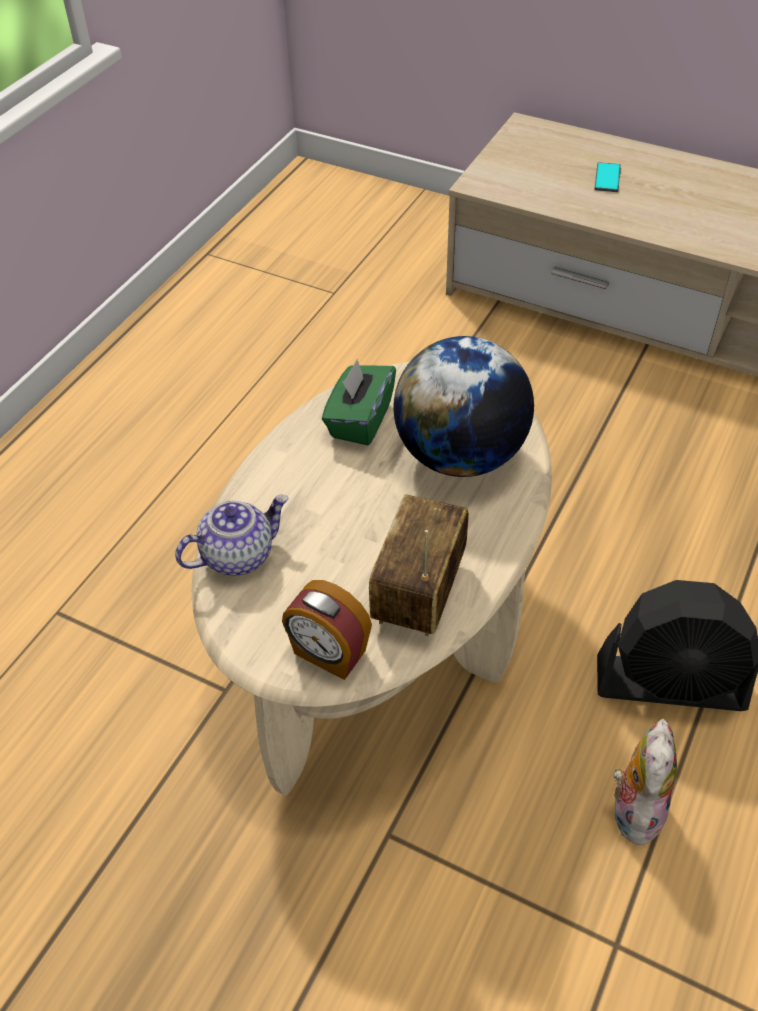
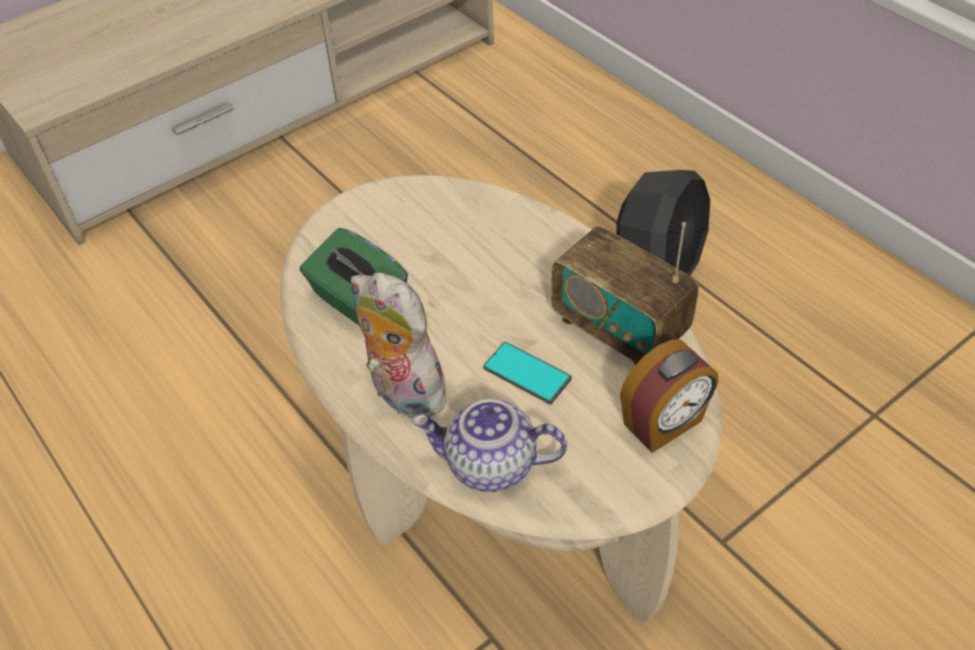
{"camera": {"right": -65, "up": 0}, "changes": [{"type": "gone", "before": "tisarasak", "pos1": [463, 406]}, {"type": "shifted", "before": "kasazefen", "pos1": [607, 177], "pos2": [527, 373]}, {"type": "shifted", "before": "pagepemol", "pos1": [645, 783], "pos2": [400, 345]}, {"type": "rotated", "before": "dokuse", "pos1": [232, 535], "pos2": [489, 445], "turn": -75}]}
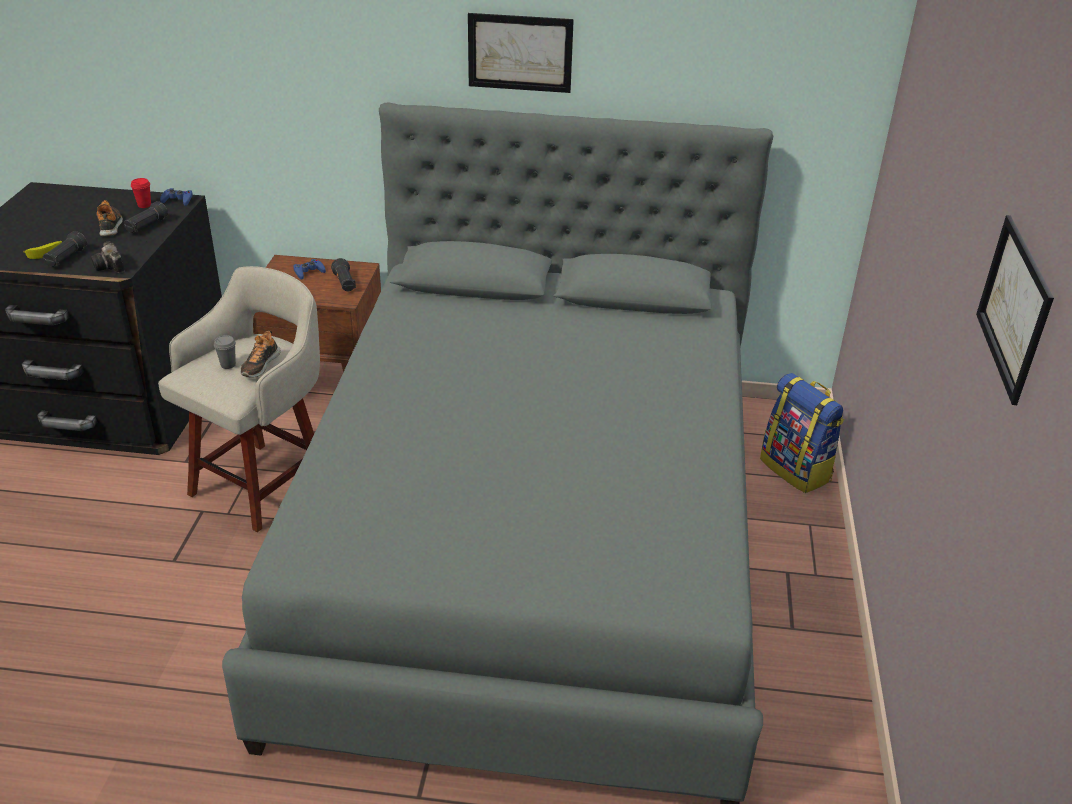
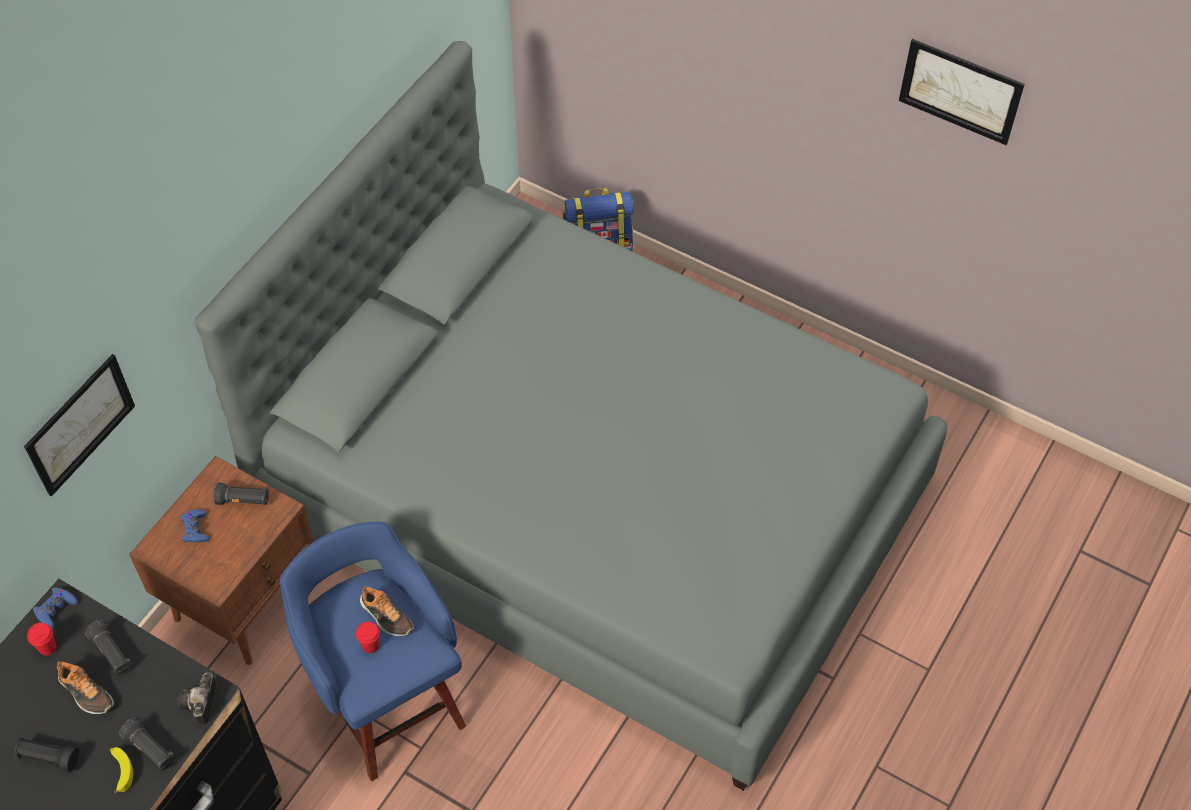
{"camera": {"right": -65, "up": 20}, "changes": [{"type": "new", "after": "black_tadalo", "pos2": [46, 755]}, {"type": "shifted", "before": "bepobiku", "pos1": [521, 53], "pos2": [79, 425]}, {"type": "repainted", "before": "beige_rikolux", "after": "blue_rikolux", "pos1": [239, 399], "pos2": [373, 651]}, {"type": "repainted", "before": "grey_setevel", "after": "red_setevel", "pos1": [225, 352], "pos2": [368, 637]}, {"type": "rotated", "before": "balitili", "pos1": [108, 257], "pos2": [197, 698], "turn": 105}, {"type": "rotated", "before": "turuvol", "pos1": [109, 218], "pos2": [85, 687], "turn": -150}]}
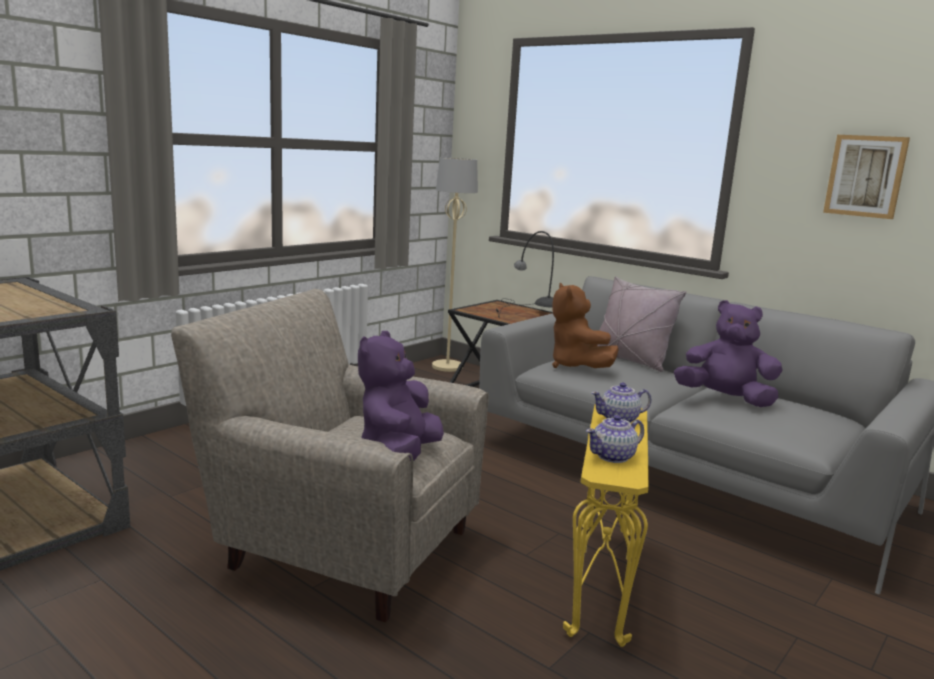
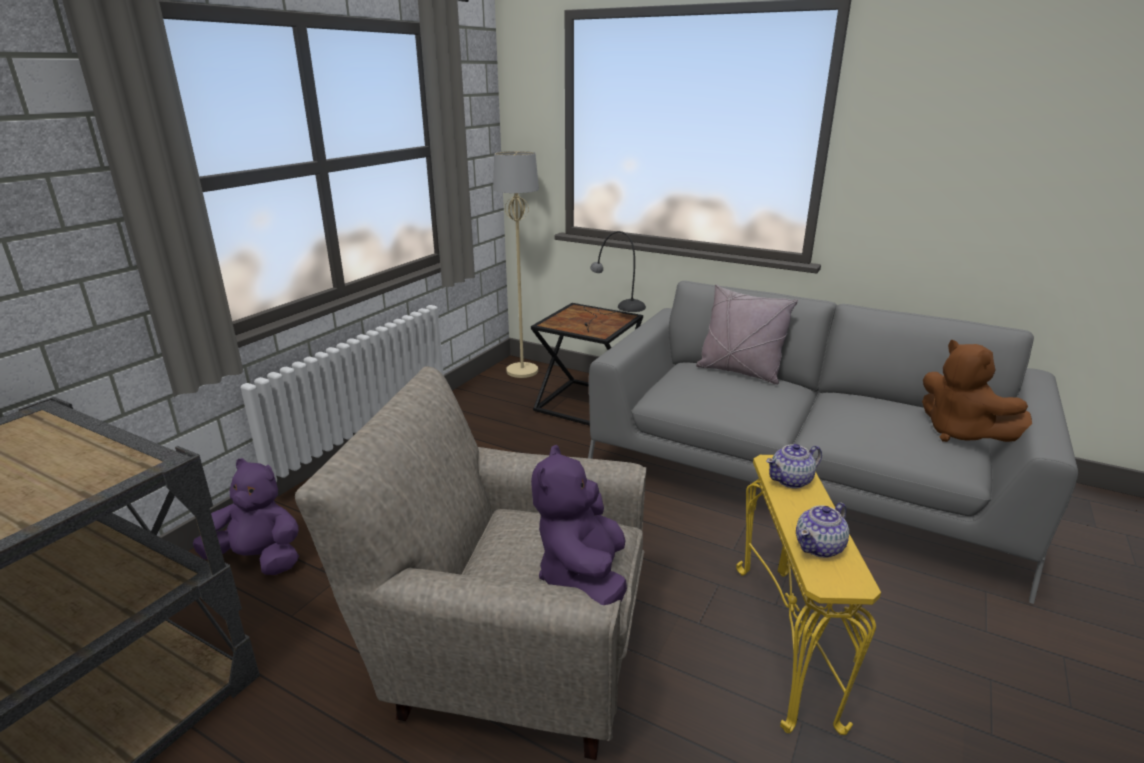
{"camera": {"right": -10, "up": 10}, "changes": [{"type": "gone", "before": "bepobiku", "pos1": [866, 177]}, {"type": "shifted", "before": "brown_pagepemol", "pos1": [585, 325], "pos2": [977, 391]}, {"type": "shifted", "before": "purple_pagepemol", "pos1": [728, 353], "pos2": [246, 516]}]}
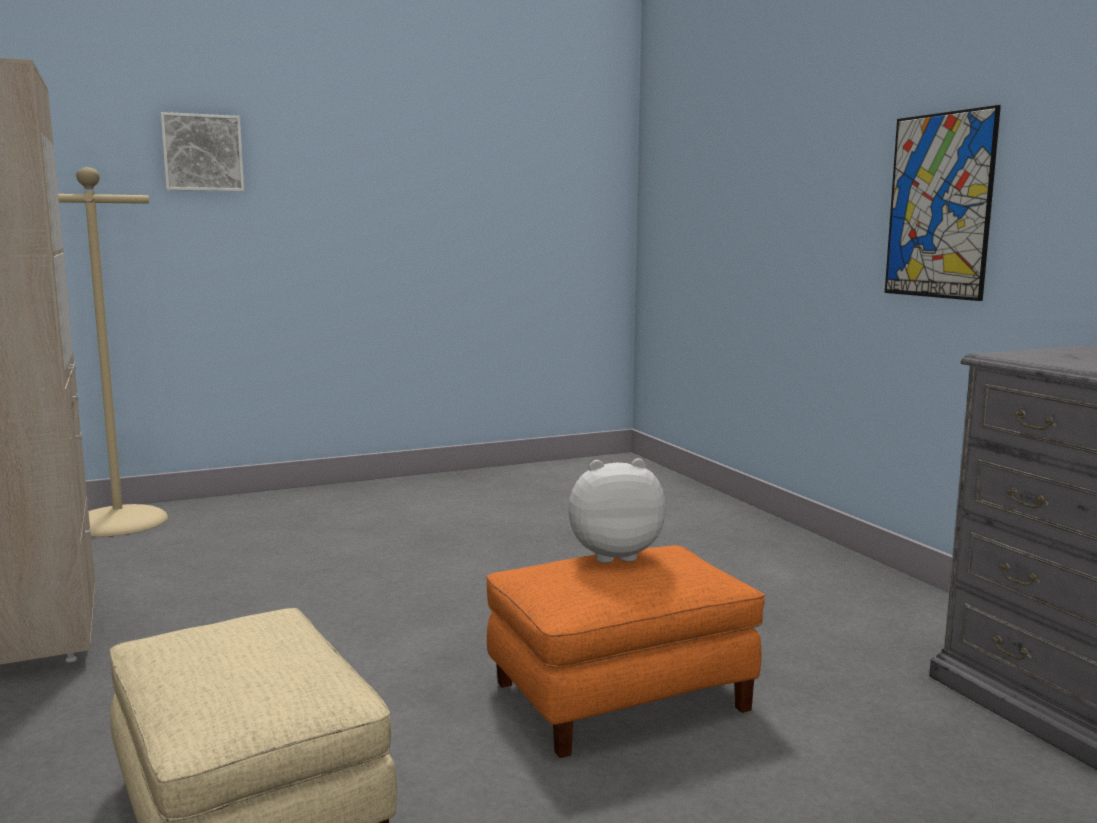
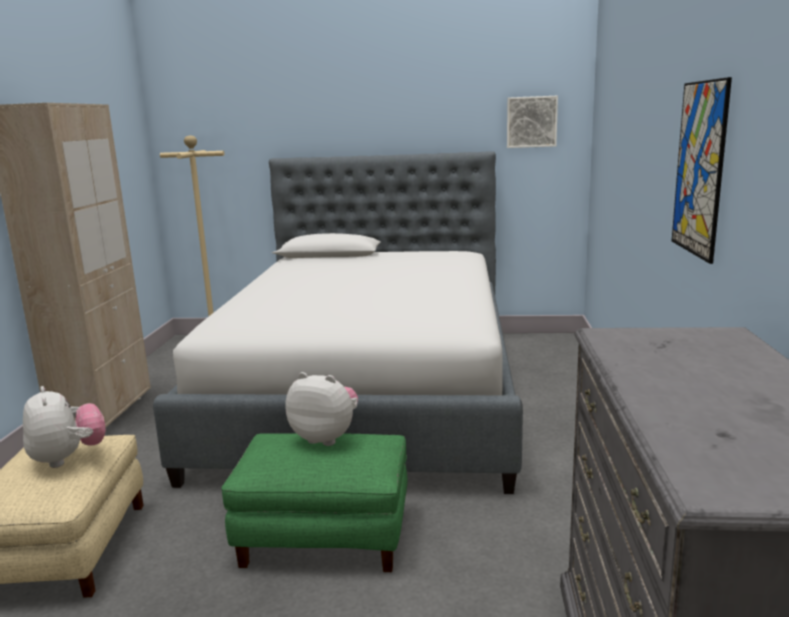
{"camera": {"right": 30, "up": 5}, "changes": [{"type": "new", "after": "pagepemol", "pos2": [64, 427]}, {"type": "new", "after": "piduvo", "pos2": [338, 322]}, {"type": "shifted", "before": "bepobiku", "pos1": [202, 151], "pos2": [532, 122]}, {"type": "repainted", "before": "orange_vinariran", "after": "green_vinariran", "pos1": [625, 651], "pos2": [314, 502]}]}
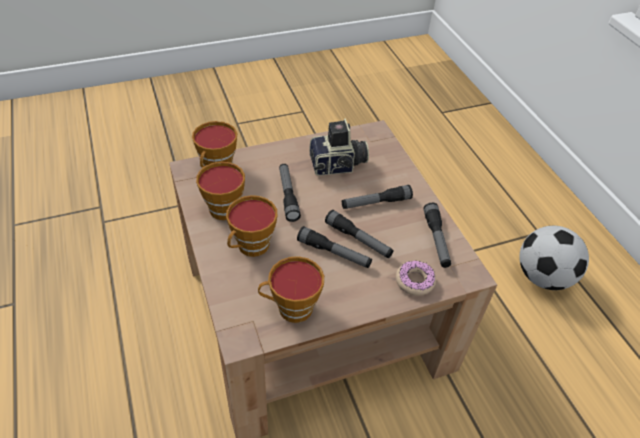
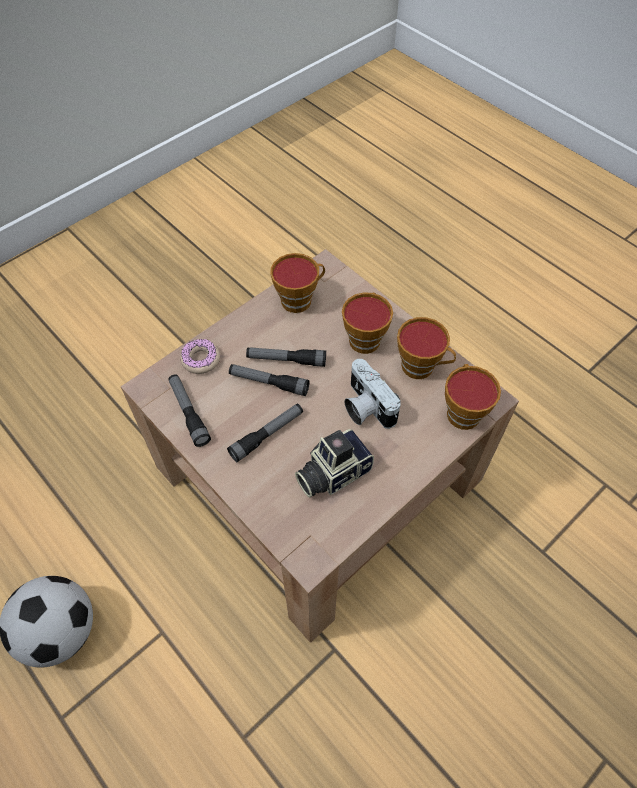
{"camera": {"right": 160, "up": 10}, "changes": [{"type": "swapped", "before": "tadalo", "after": "balitili", "pos1": [290, 193], "pos2": [372, 394]}]}
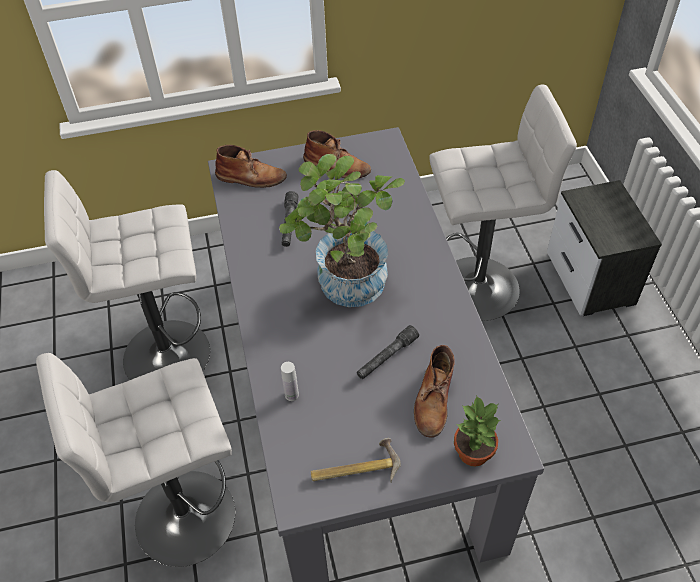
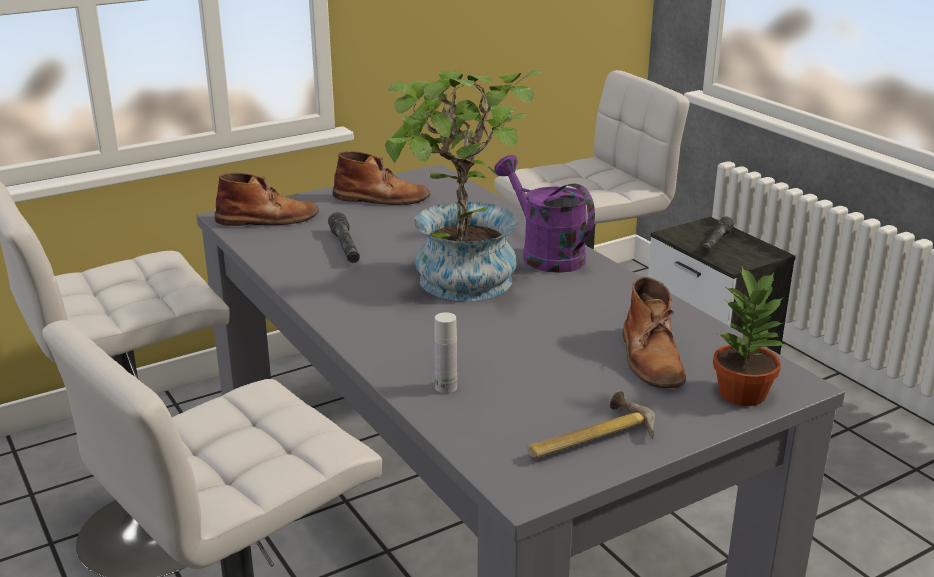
{"camera": {"right": -20, "up": -25}, "changes": [{"type": "new", "after": "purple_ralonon", "pos2": [544, 214]}, {"type": "shifted", "before": "grey_tadalo", "pos1": [388, 352], "pos2": [717, 235]}]}
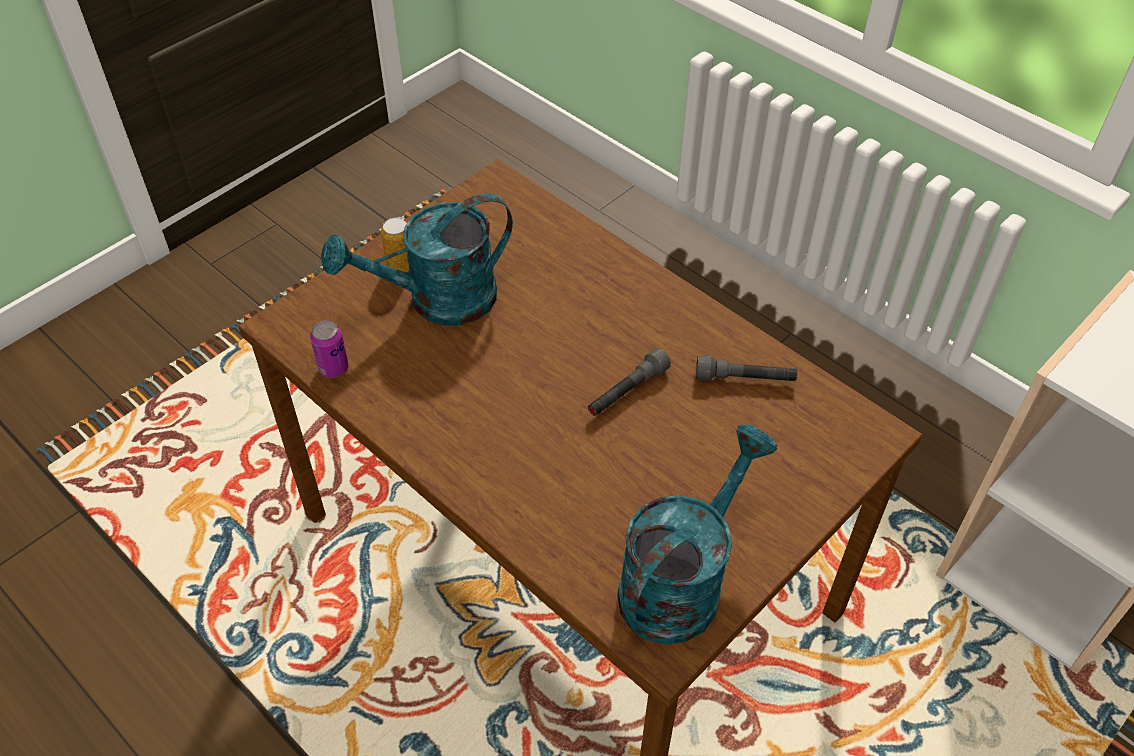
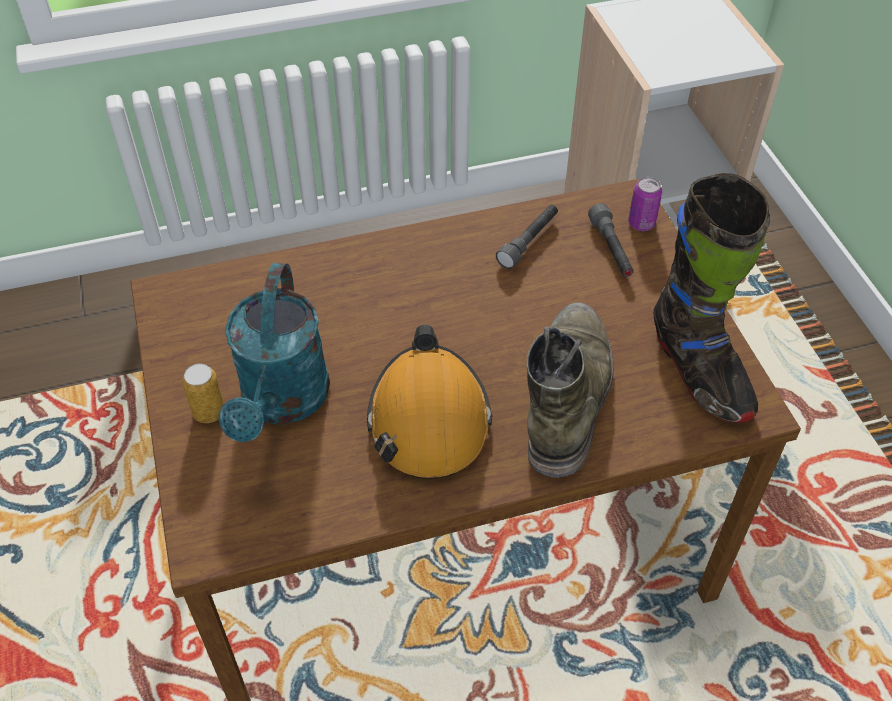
{"camera": {"right": -60, "up": 0}, "changes": [{"type": "new", "after": "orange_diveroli", "pos2": [430, 401]}, {"type": "new", "after": "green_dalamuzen", "pos2": [570, 390]}, {"type": "shifted", "before": "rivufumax", "pos1": [329, 349], "pos2": [645, 204]}, {"type": "shifted", "before": "grey_tadalo", "pos1": [629, 382], "pos2": [611, 240]}, {"type": "swapped", "before": "turquoise_ralonon", "after": "black_dalamuzen", "pos1": [697, 534], "pos2": [711, 298]}]}
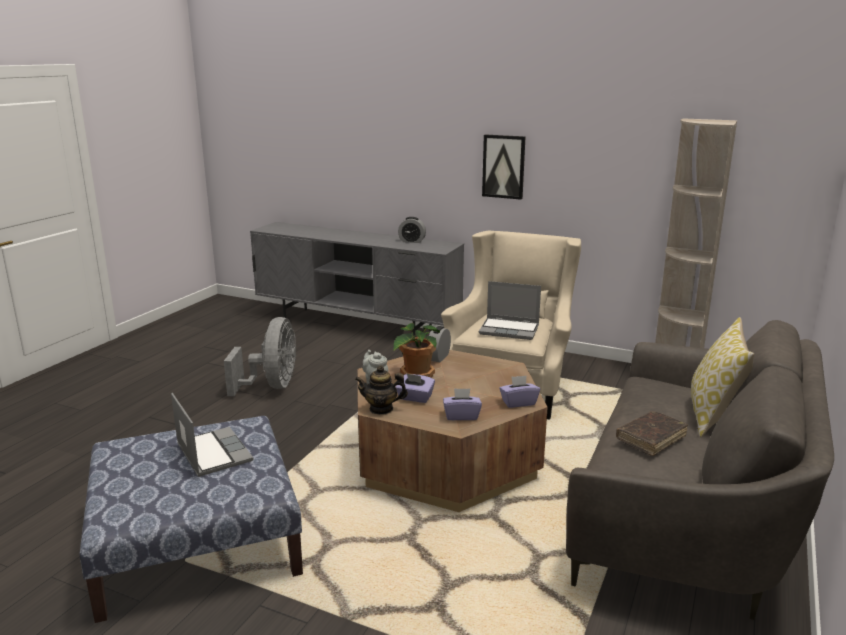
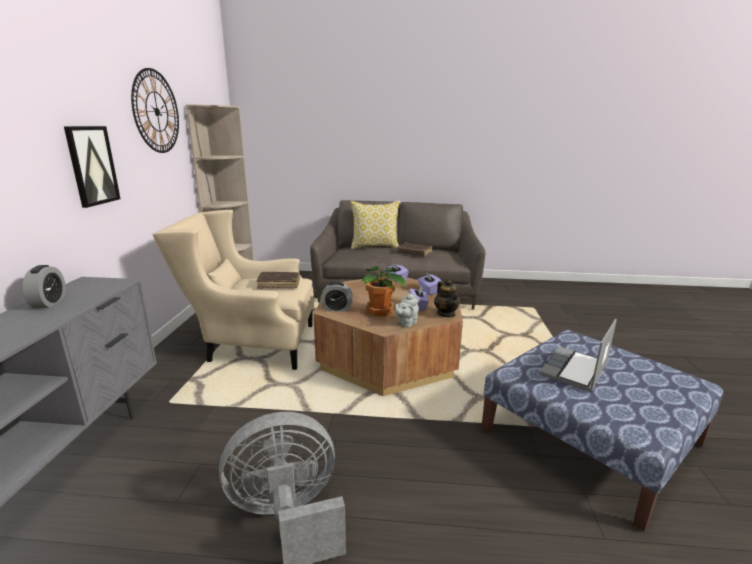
{"camera": {"right": -110, "up": 0}, "changes": [{"type": "new", "after": "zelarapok", "pos2": [155, 110]}, {"type": "swapped", "before": "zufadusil", "after": "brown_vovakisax", "pos1": [510, 310], "pos2": [278, 280]}]}
